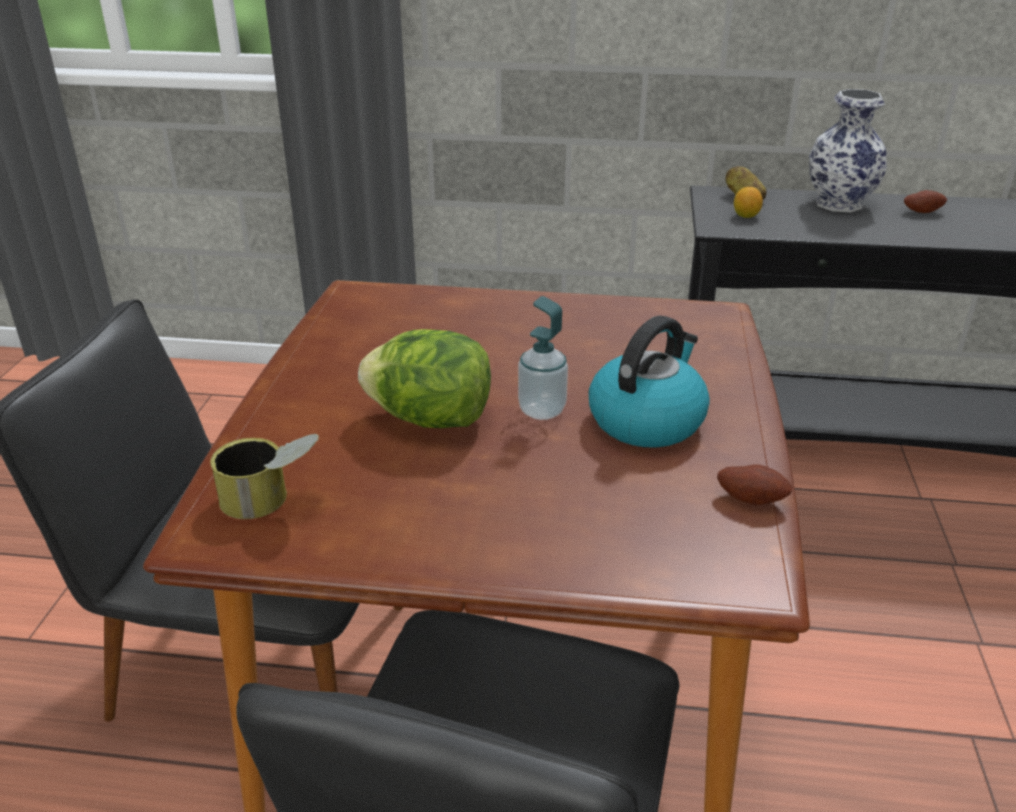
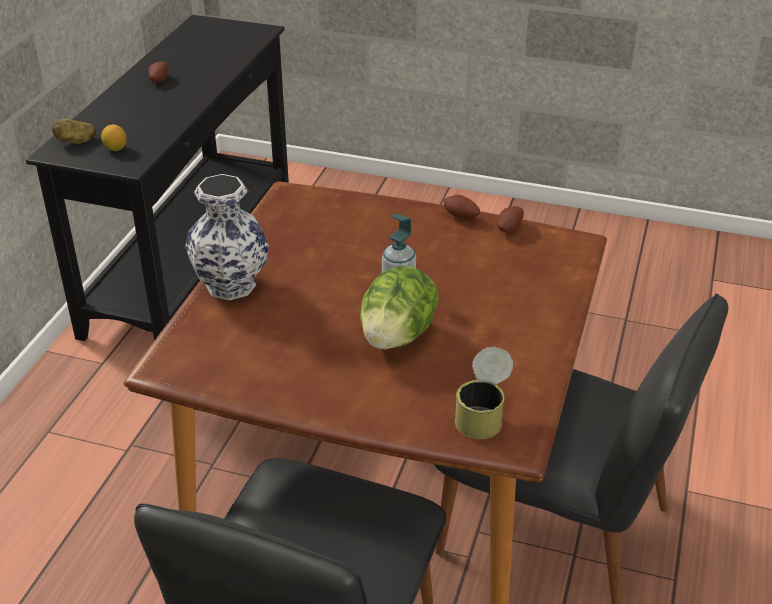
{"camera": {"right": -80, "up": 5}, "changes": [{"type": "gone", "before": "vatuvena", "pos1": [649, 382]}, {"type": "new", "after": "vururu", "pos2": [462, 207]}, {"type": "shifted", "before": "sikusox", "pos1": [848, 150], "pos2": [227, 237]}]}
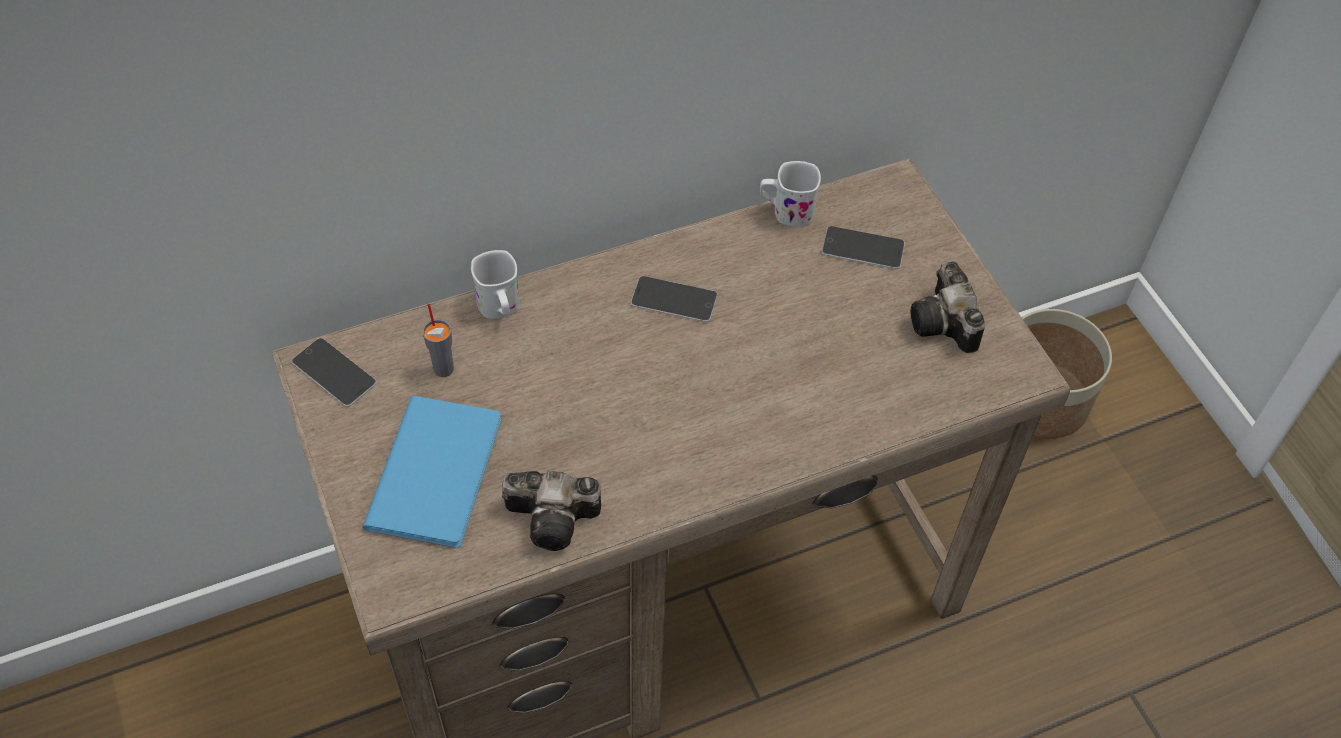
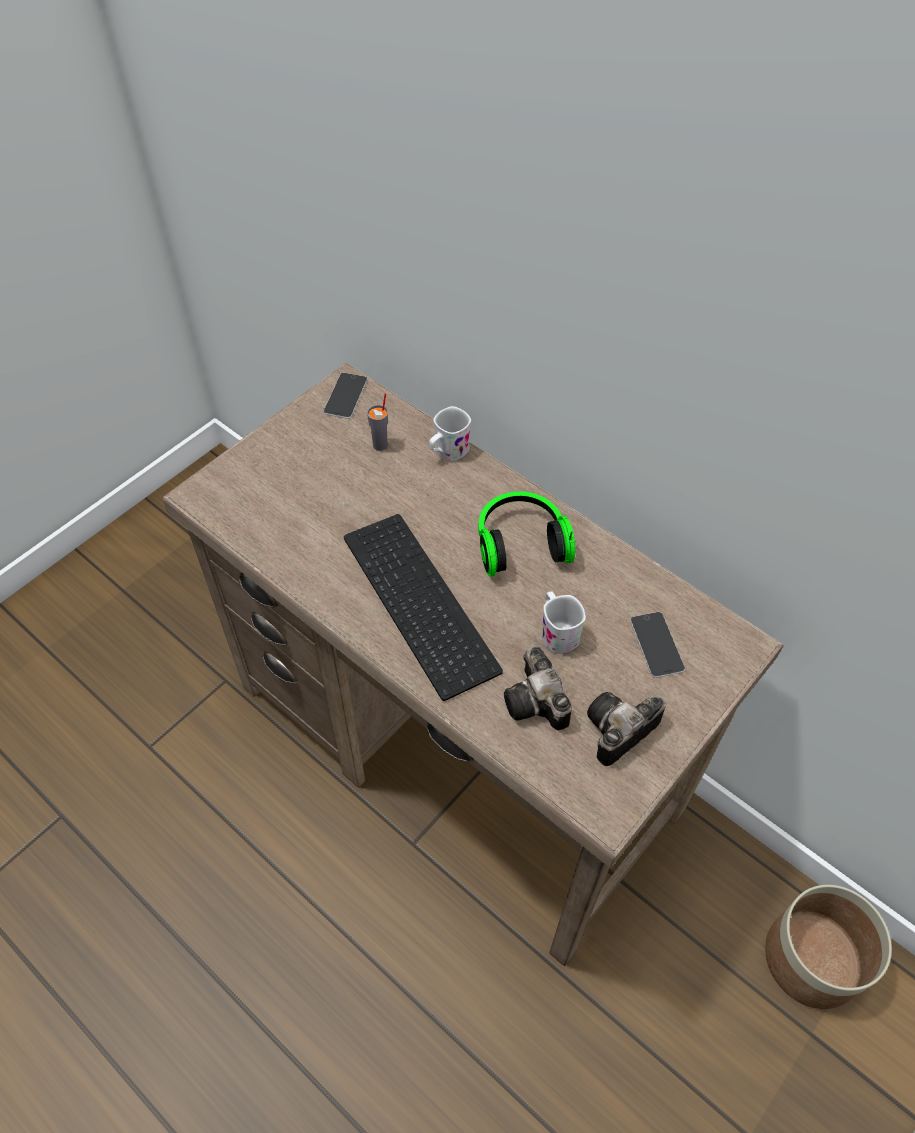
{"camera": {"right": 65, "up": 0}, "changes": [{"type": "gone", "before": "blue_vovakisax", "pos1": [432, 472]}, {"type": "new", "after": "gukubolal", "pos2": [423, 607]}, {"type": "shifted", "before": "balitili", "pos1": [551, 511], "pos2": [538, 688]}, {"type": "shifted", "before": "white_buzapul", "pos1": [790, 193], "pos2": [563, 622]}, {"type": "swapped", "before": "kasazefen", "after": "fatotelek", "pos1": [674, 299], "pos2": [526, 534]}]}
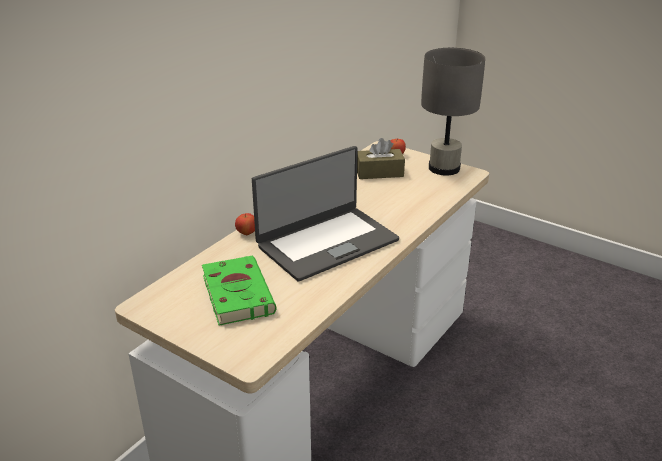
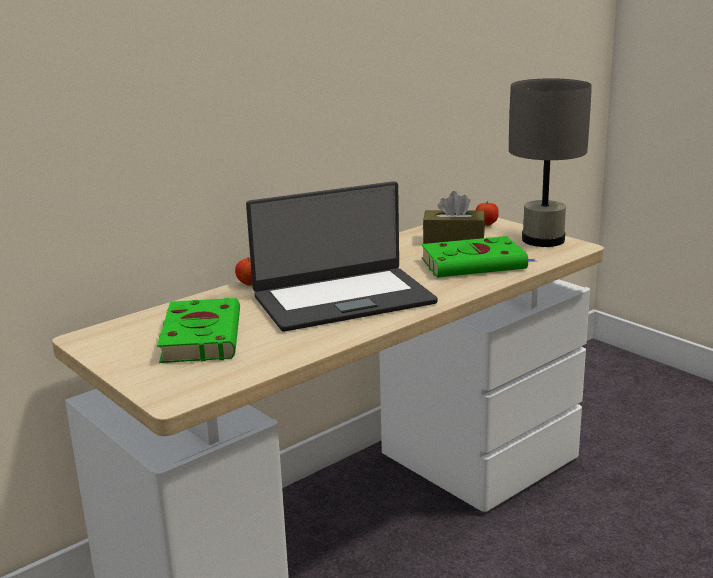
{"camera": {"right": 15, "up": -10}, "changes": [{"type": "new", "after": "green_vovakisax", "pos2": [478, 257]}]}
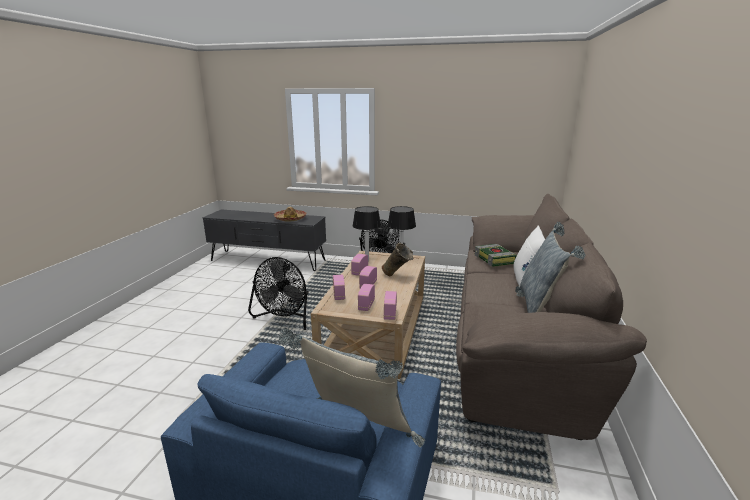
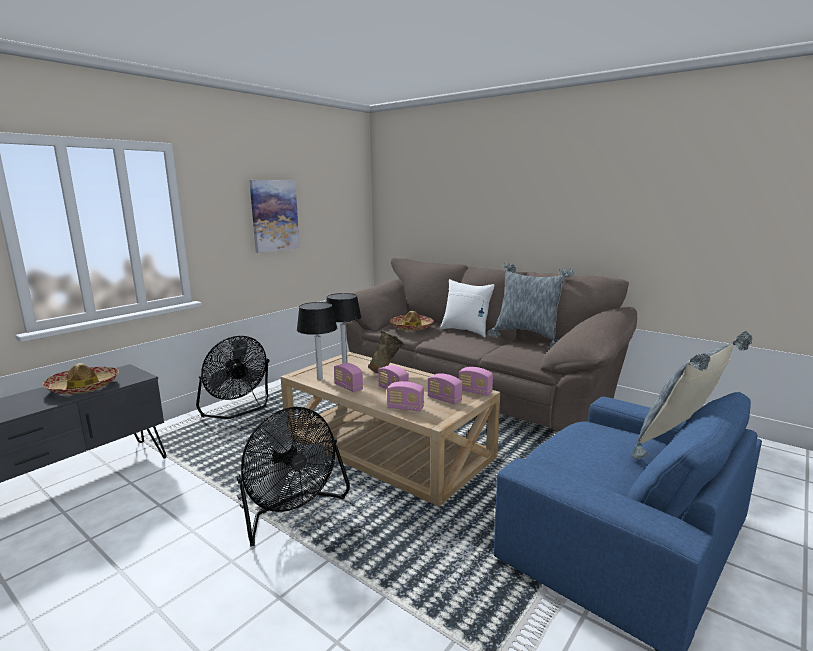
{"camera": {"right": -65, "up": -5}, "changes": [{"type": "new", "after": "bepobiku", "pos2": [274, 216]}, {"type": "swapped", "before": "vovakisax", "after": "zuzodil", "pos1": [496, 255], "pos2": [412, 321]}]}
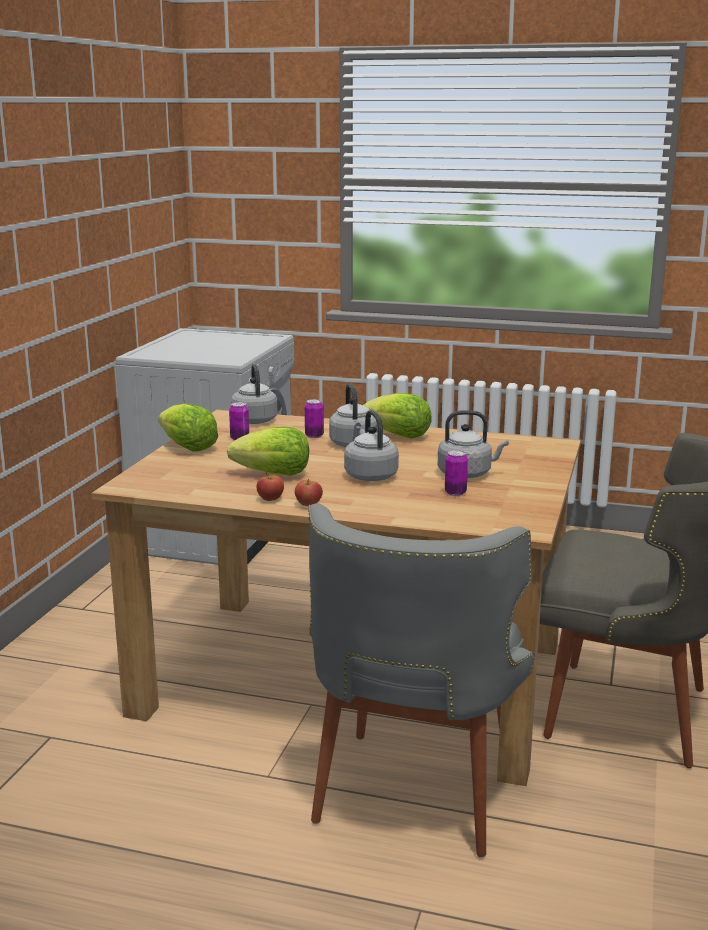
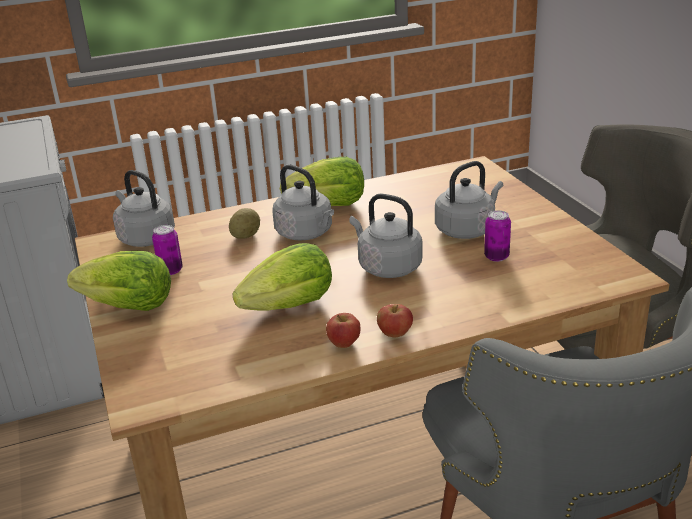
{"camera": {"right": -35, "up": 10}, "changes": [{"type": "swapped", "before": "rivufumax", "after": "vururu", "pos1": [314, 418], "pos2": [244, 223]}]}
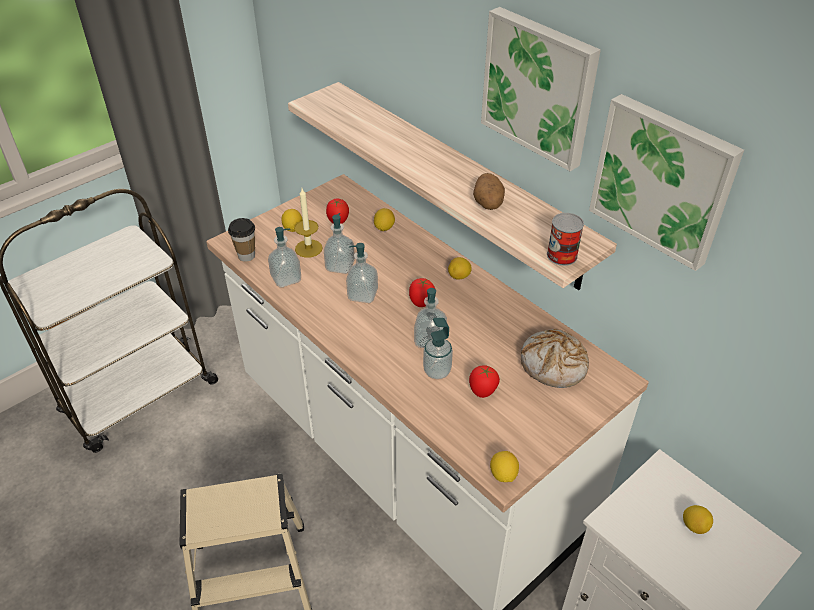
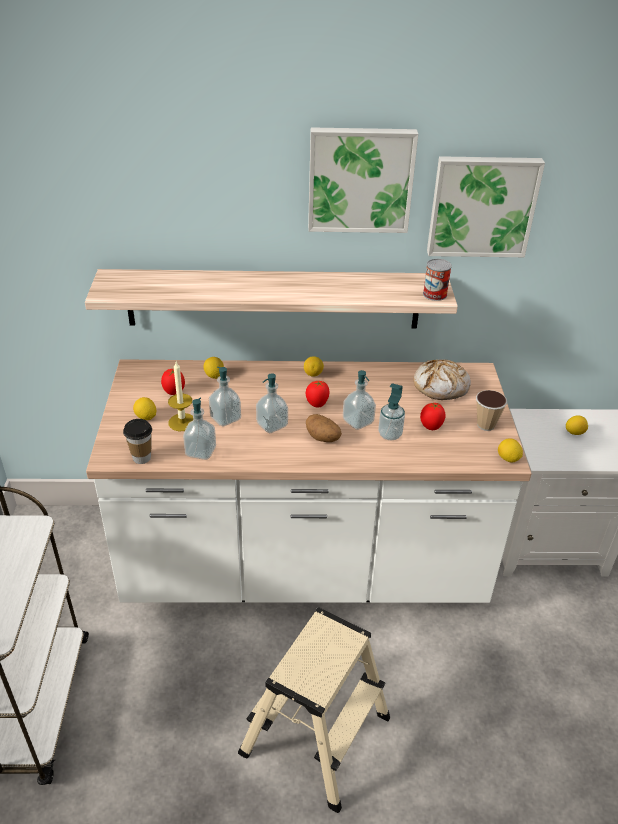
{"camera": {"right": -50, "up": -5}, "changes": [{"type": "new", "after": "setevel", "pos2": [491, 410]}, {"type": "shifted", "before": "vururu", "pos1": [489, 191], "pos2": [324, 428]}]}
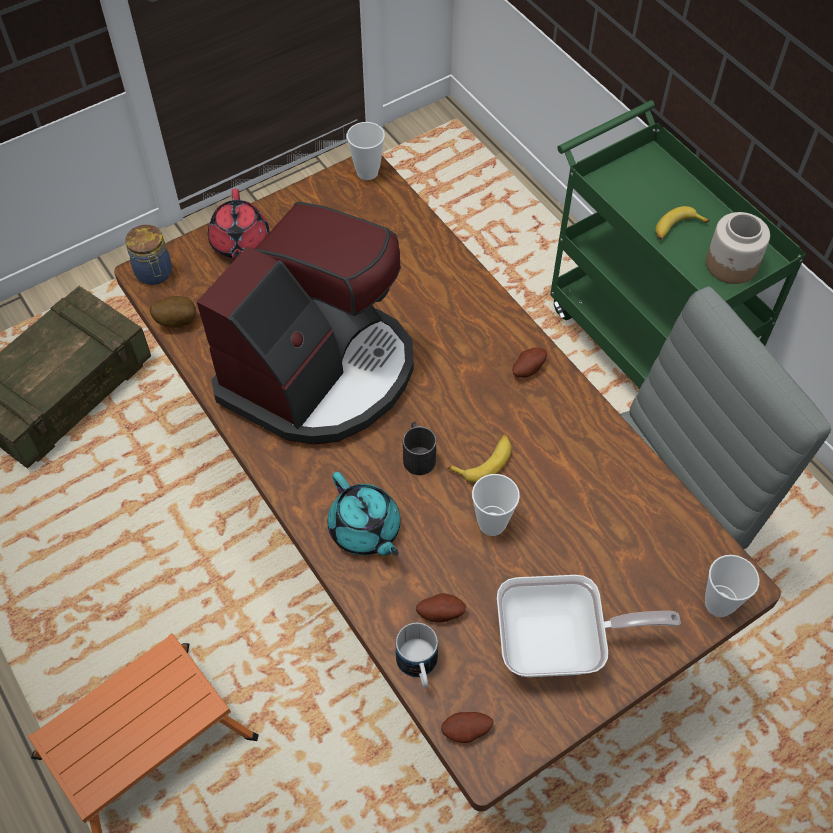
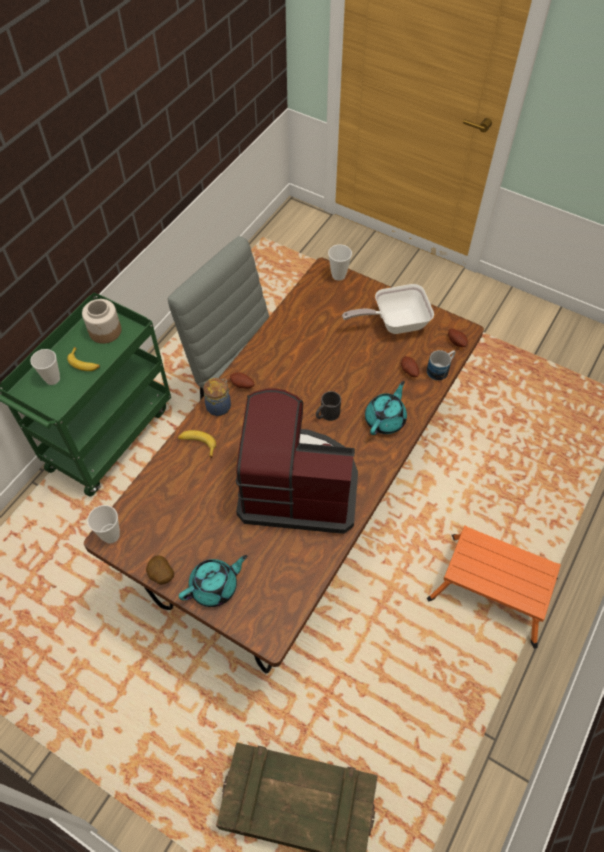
{"camera": {"right": -115, "up": 0}, "changes": [{"type": "shifted", "before": "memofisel", "pos1": [148, 255], "pos2": [217, 397]}, {"type": "shifted", "before": "vururu", "pos1": [173, 311], "pos2": [160, 570]}, {"type": "shifted", "before": "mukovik", "pos1": [479, 459], "pos2": [197, 444]}, {"type": "shifted", "before": "setevel", "pos1": [496, 505], "pos2": [45, 367]}, {"type": "repainted", "before": "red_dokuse", "after": "turquoise_dokuse", "pos1": [238, 224], "pos2": [213, 581]}, {"type": "rotated", "before": "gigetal", "pos1": [589, 626], "pos2": [388, 309], "turn": -75}]}
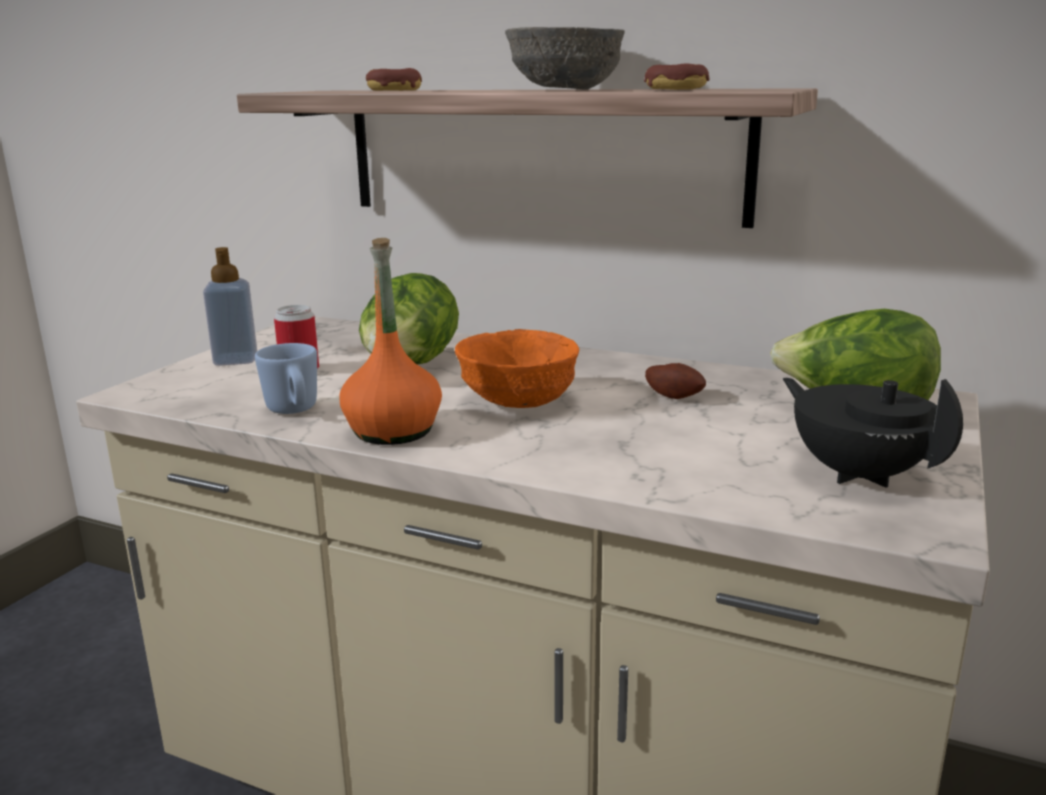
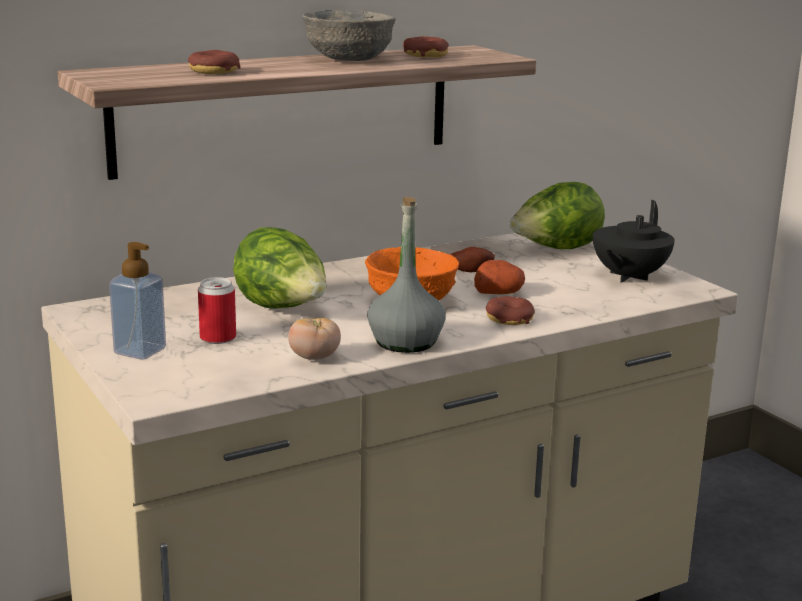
{"camera": {"right": -55, "up": 0}, "changes": [{"type": "new", "after": "vururu", "pos2": [499, 277]}, {"type": "new", "after": "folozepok", "pos2": [510, 310]}, {"type": "swapped", "before": "blue_buzapul", "after": "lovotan", "pos1": [286, 378], "pos2": [314, 339]}, {"type": "repainted", "before": "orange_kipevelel", "after": "grey_kipevelel", "pos1": [390, 341], "pos2": [406, 275]}, {"type": "rotated", "before": "black_dokuse", "pos1": [872, 433], "pos2": [634, 241], "turn": -60}]}
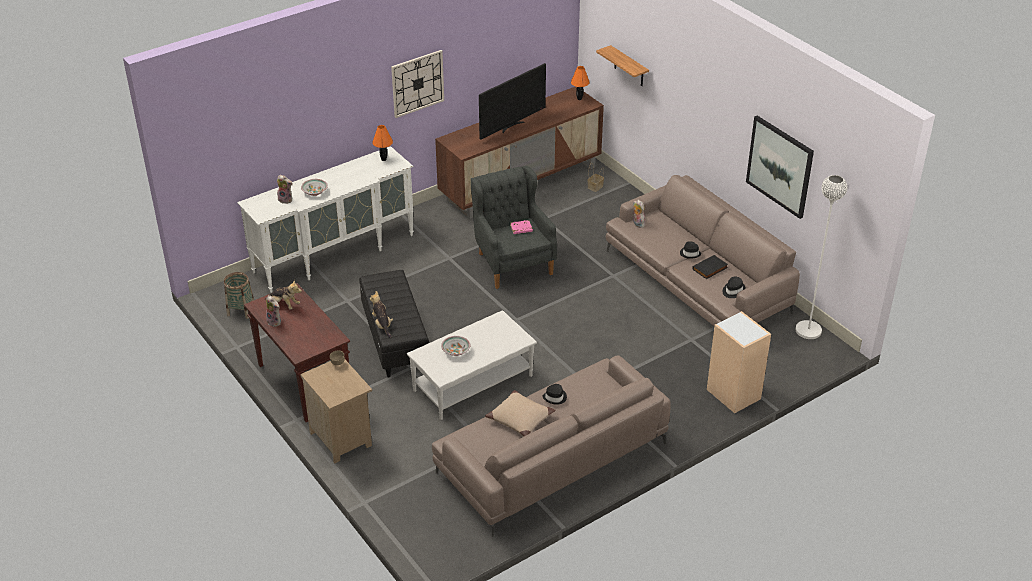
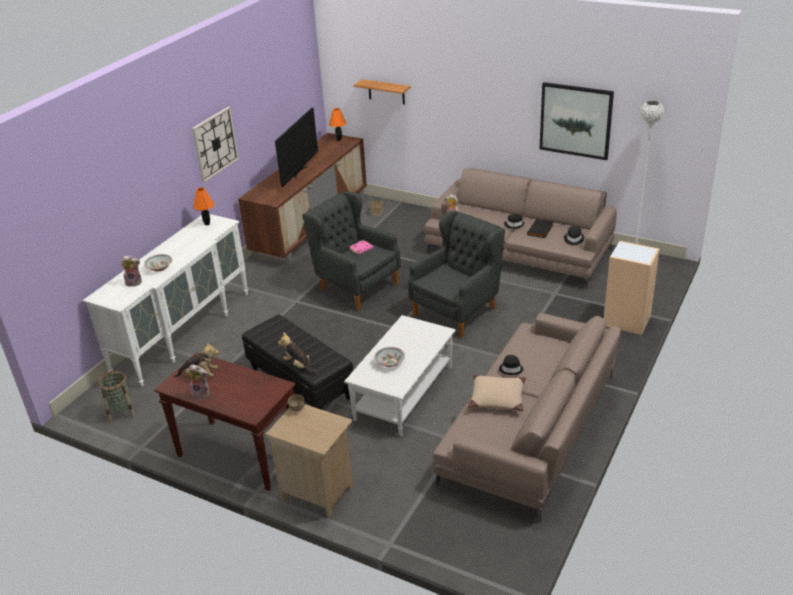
{"camera": {"right": -25, "up": -5}, "changes": [{"type": "new", "after": "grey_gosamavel", "pos2": [456, 274]}]}
